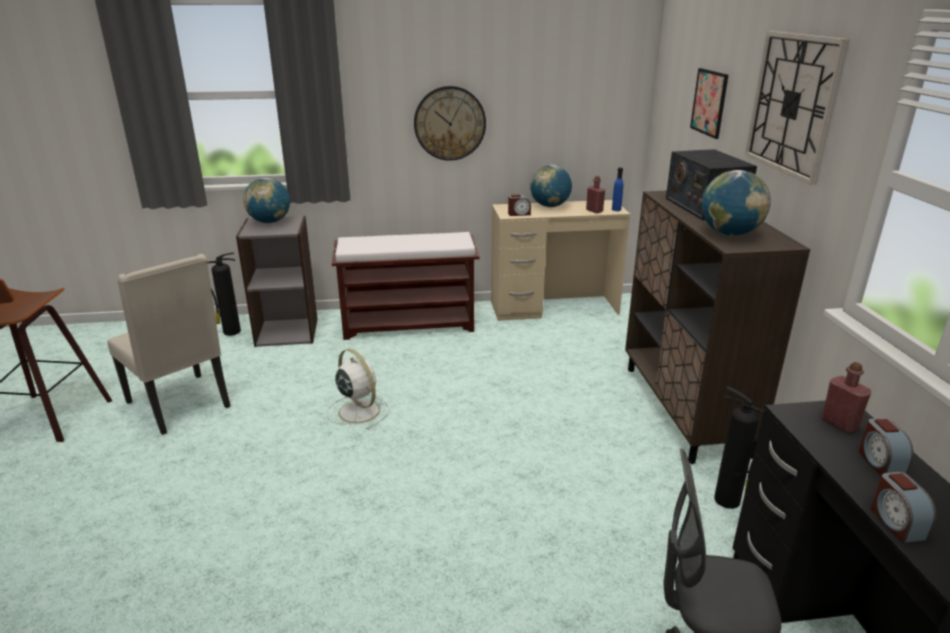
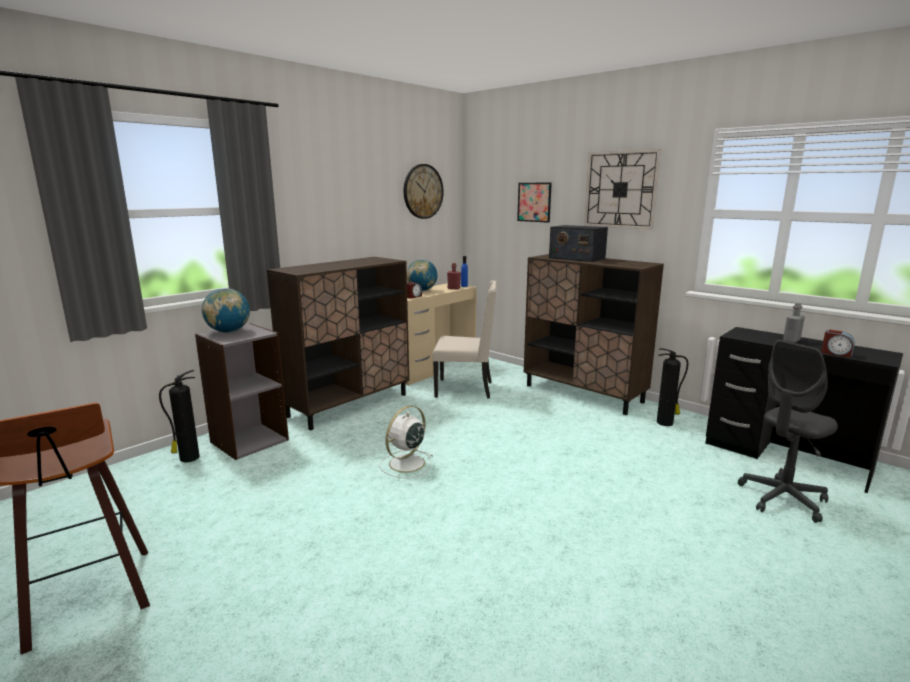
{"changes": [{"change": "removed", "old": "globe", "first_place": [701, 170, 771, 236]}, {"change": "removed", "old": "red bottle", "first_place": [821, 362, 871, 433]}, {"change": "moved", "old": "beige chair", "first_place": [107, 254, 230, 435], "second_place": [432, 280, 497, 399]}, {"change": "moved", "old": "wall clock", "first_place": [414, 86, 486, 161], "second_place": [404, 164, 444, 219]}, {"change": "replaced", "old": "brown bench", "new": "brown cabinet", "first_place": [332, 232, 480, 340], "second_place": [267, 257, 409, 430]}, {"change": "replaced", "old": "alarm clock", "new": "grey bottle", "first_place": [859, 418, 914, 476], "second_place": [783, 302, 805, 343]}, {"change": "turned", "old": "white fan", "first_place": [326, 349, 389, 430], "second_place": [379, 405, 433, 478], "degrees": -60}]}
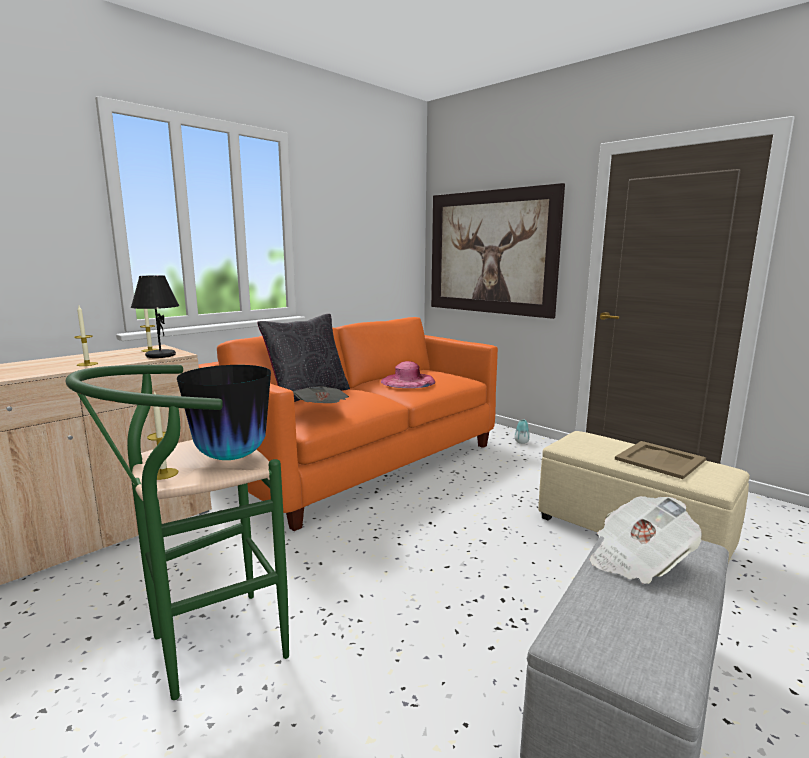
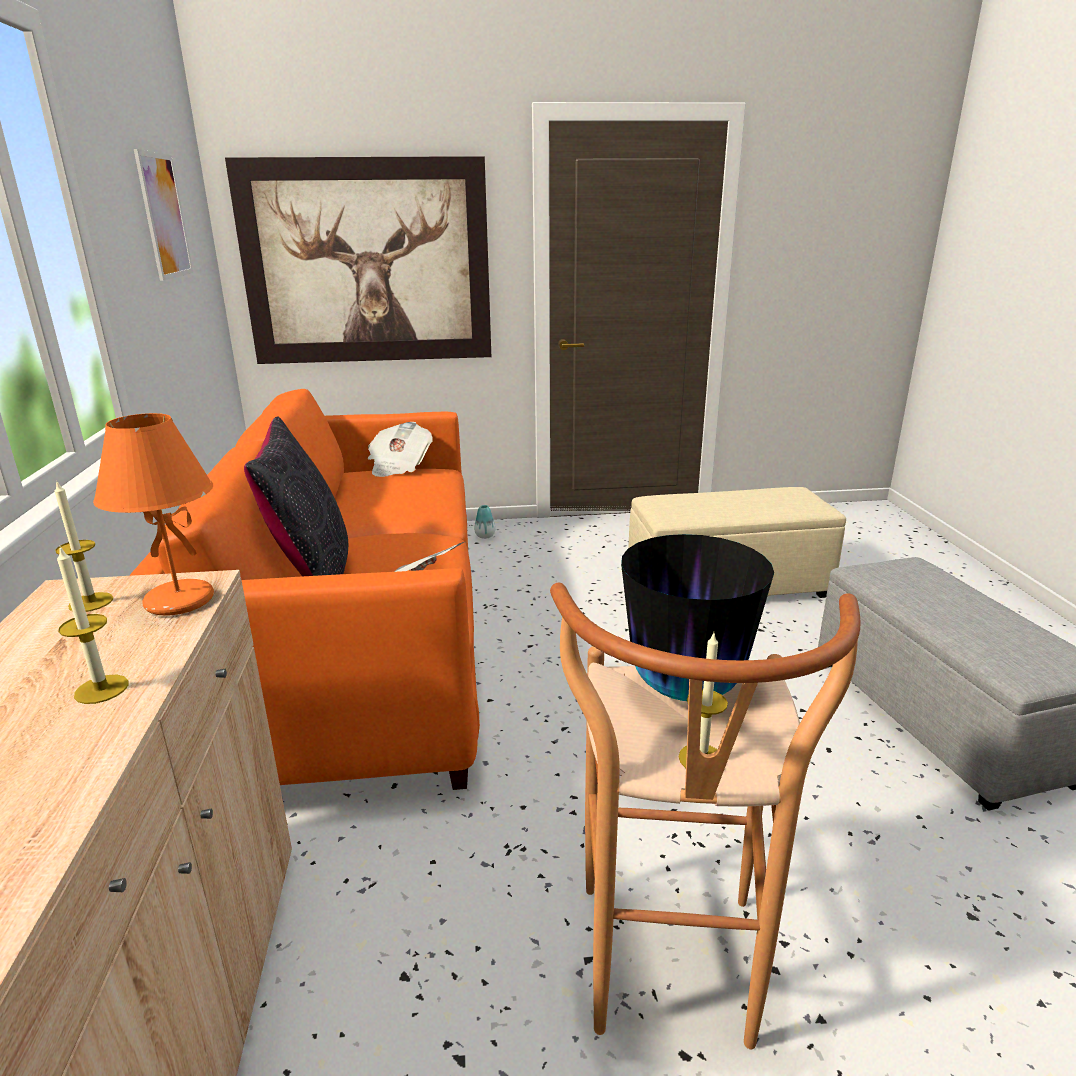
{"changes": [{"change": "removed", "old": "pink hat", "first_place": [381, 361, 435, 388]}, {"change": "removed", "old": "beige tray", "first_place": [615, 441, 706, 479]}, {"change": "added", "new": "picture", "second_place": [134, 149, 193, 281]}, {"change": "moved", "old": "newspaper", "first_place": [590, 496, 702, 584], "second_place": [368, 422, 433, 477]}, {"change": "recoloured", "old": "green stool", "new": "brown stool", "first_place": [65, 365, 289, 700], "second_place": [550, 583, 861, 1049]}, {"change": "recoloured", "old": "black table lamp", "new": "orange table lamp", "first_place": [131, 275, 180, 358], "second_place": [93, 413, 214, 615]}]}
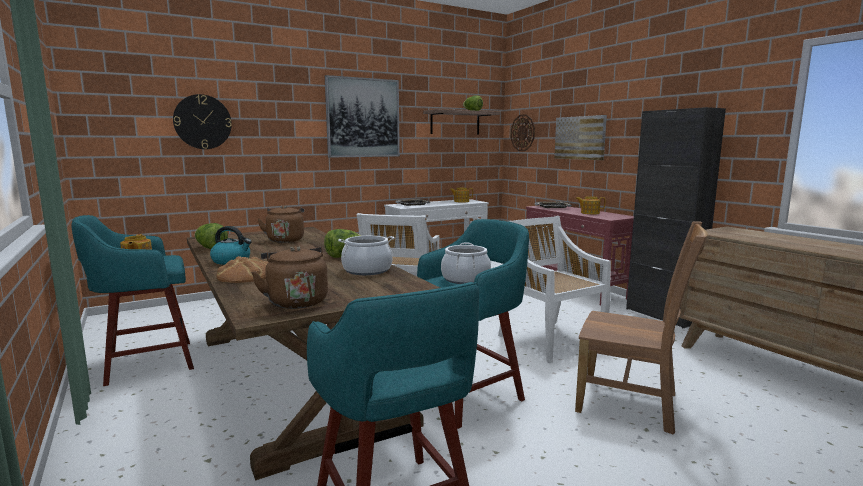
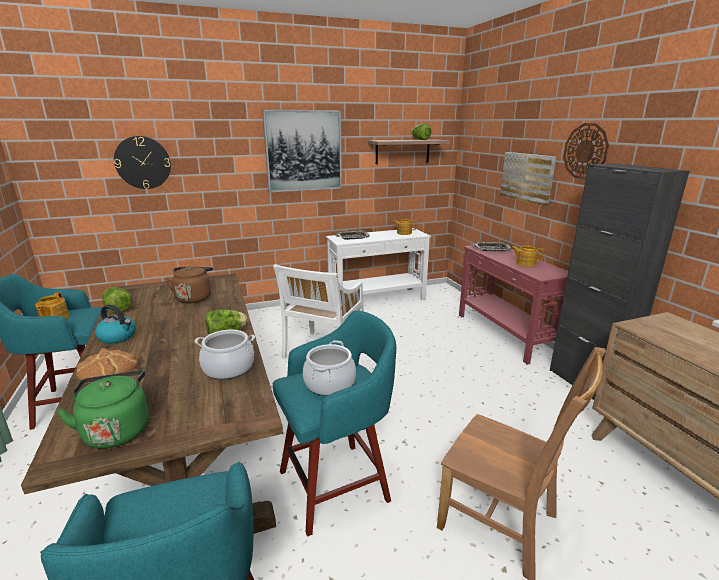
{"changes": [{"change": "removed", "old": "white chair", "first_place": [498, 216, 611, 363]}, {"change": "moved", "old": "wall clock", "first_place": [511, 114, 535, 151], "second_place": [563, 123, 609, 179]}, {"change": "recoloured", "old": "brown kettle", "new": "green kettle", "first_place": [251, 246, 328, 309], "second_place": [56, 370, 149, 449]}]}
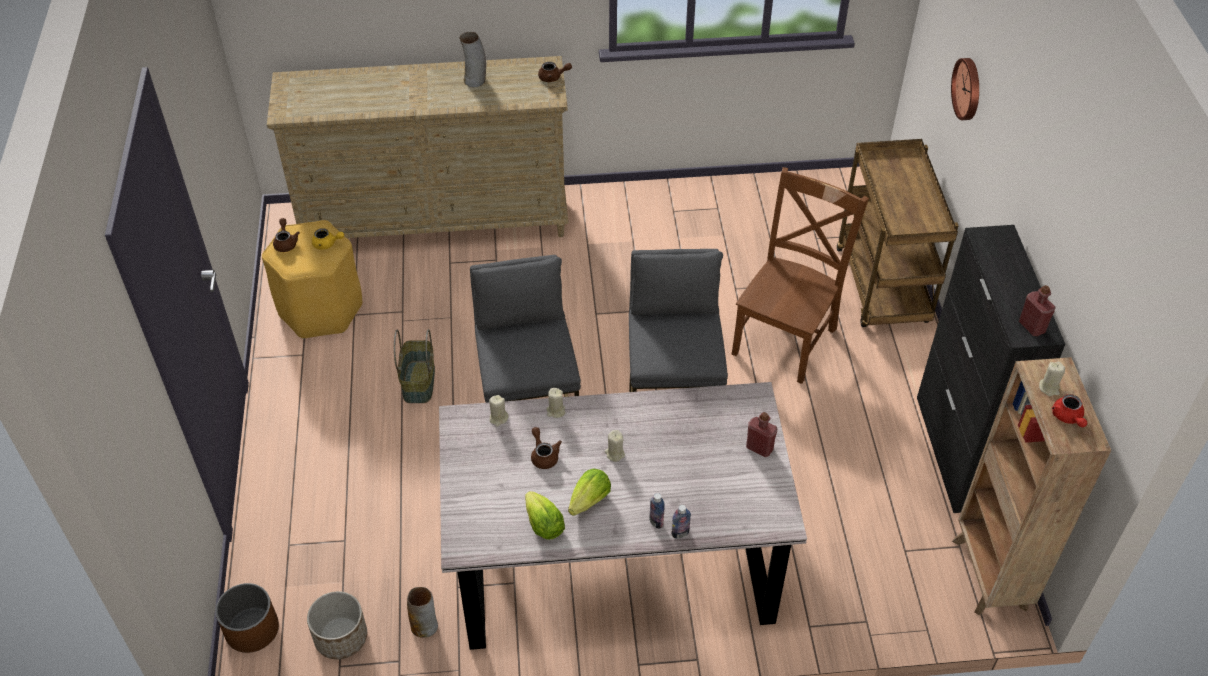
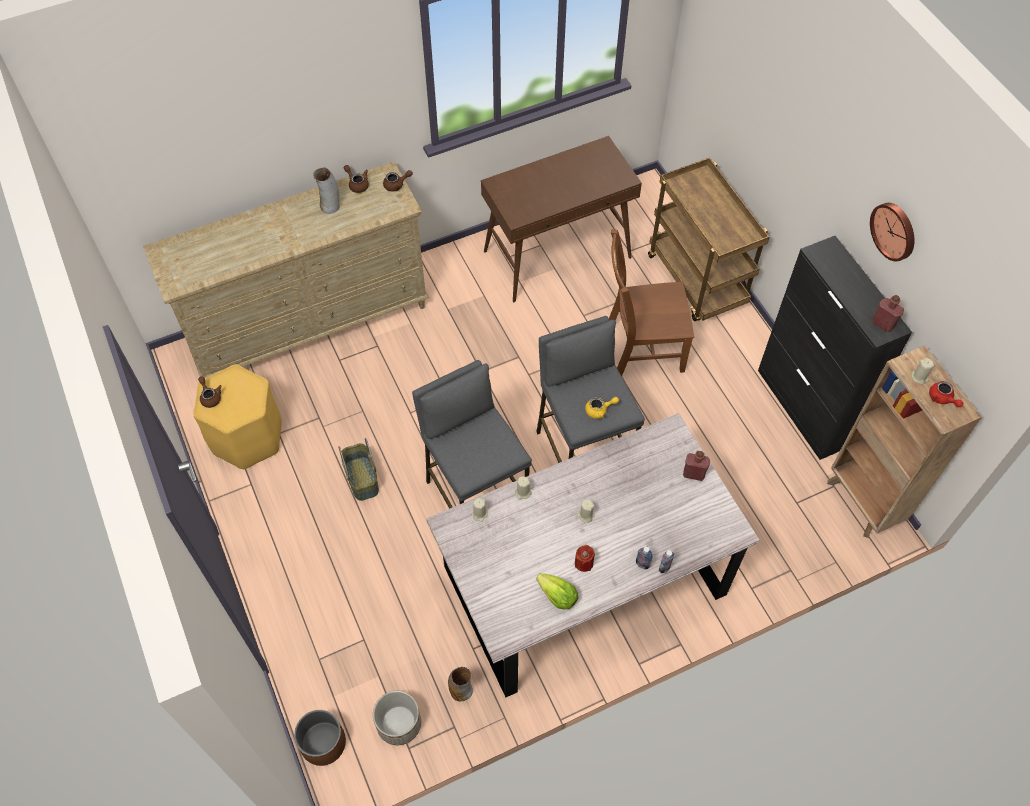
{"changes": [{"change": "added", "new": "brown console table", "second_place": [481, 136, 642, 302]}, {"change": "moved", "old": "yellow teapot", "first_place": [312, 228, 344, 250], "second_place": [585, 397, 619, 419]}, {"change": "moved", "old": "brown teapot", "first_place": [531, 427, 562, 469], "second_place": [344, 165, 369, 193]}, {"change": "moved", "old": "wall clock", "first_place": [951, 58, 979, 120], "second_place": [870, 203, 914, 262]}, {"change": "replaced", "old": "lettuce", "new": "red candle", "first_place": [568, 469, 611, 516], "second_place": [575, 545, 595, 572]}, {"change": "turned", "old": "brown chair", "first_place": [732, 167, 869, 384], "second_place": [609, 229, 694, 376], "degrees": -105}]}
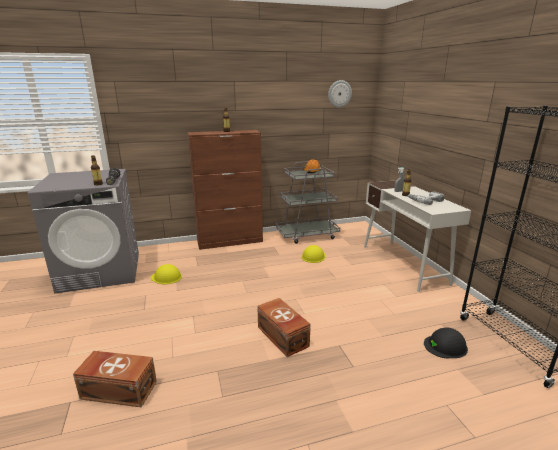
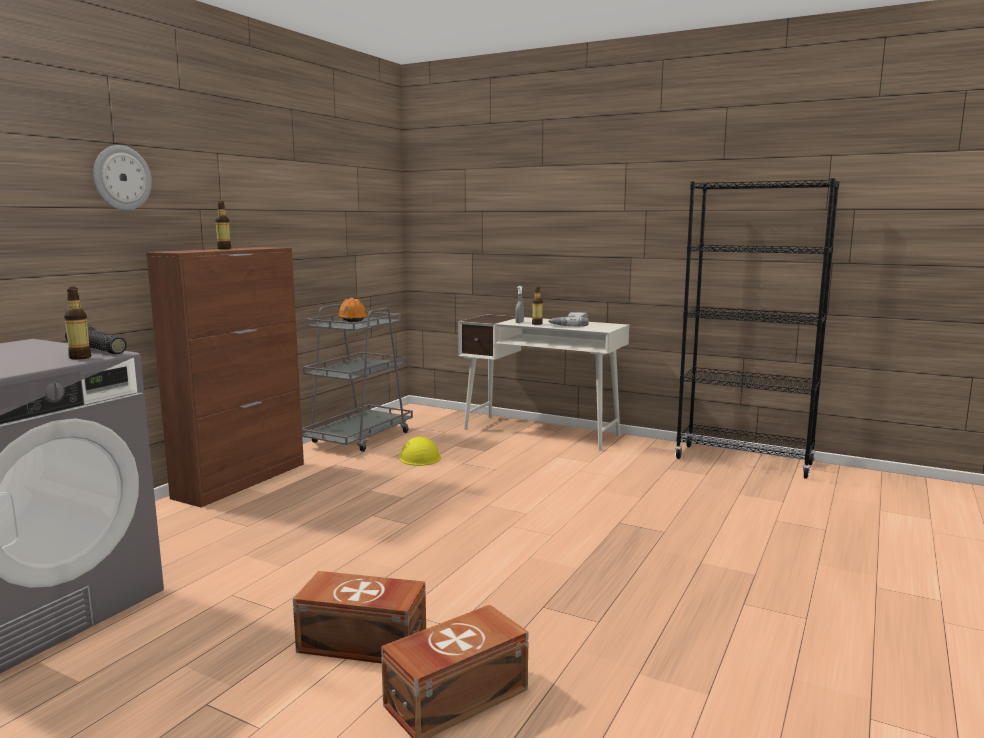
{"changes": [{"change": "removed", "old": "yellow hard hat", "first_place": [151, 264, 182, 284]}, {"change": "removed", "old": "black hard hat", "first_place": [424, 327, 468, 358]}, {"change": "moved", "old": "brown storage box", "first_place": [257, 298, 311, 357], "second_place": [293, 571, 426, 663]}, {"change": "moved", "old": "wall clock", "first_place": [328, 80, 352, 107], "second_place": [93, 145, 152, 211]}]}
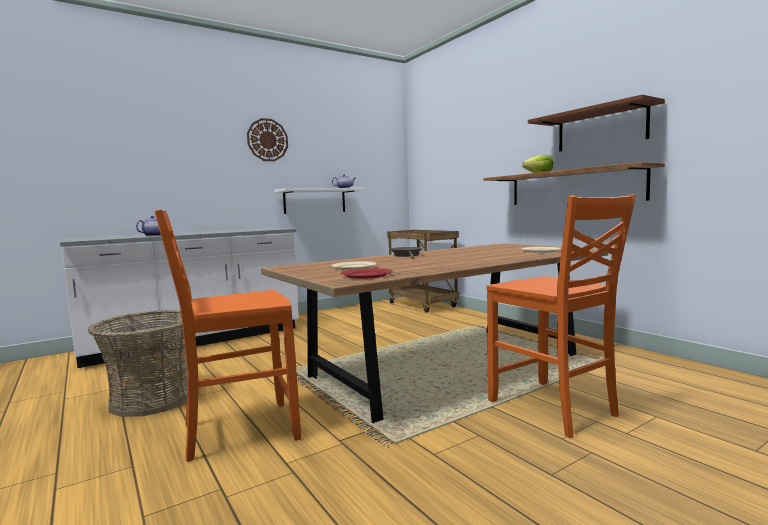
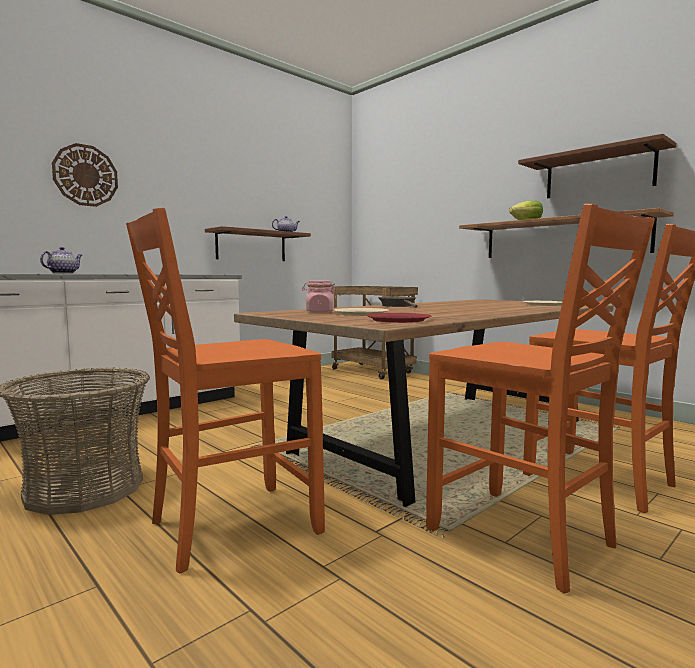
{"changes": [{"change": "added", "new": "pink jar", "second_place": [302, 281, 337, 313]}, {"change": "added", "new": "orange chair", "second_place": [426, 203, 655, 593]}, {"change": "moved", "old": "wall clock", "first_place": [247, 118, 288, 161], "second_place": [52, 143, 118, 207]}, {"change": "recoloured", "old": "white shelf", "new": "brown shelf", "first_place": [274, 188, 364, 214], "second_place": [205, 226, 311, 261]}]}
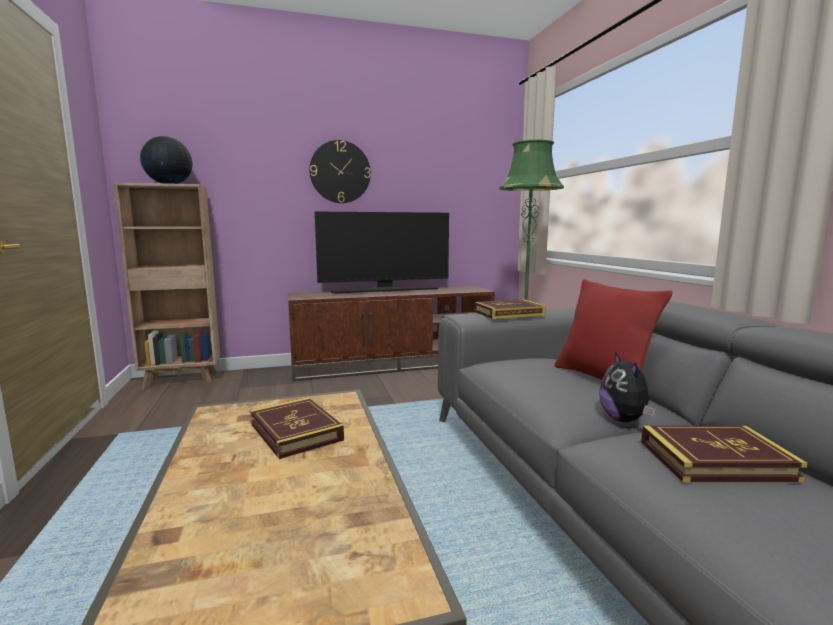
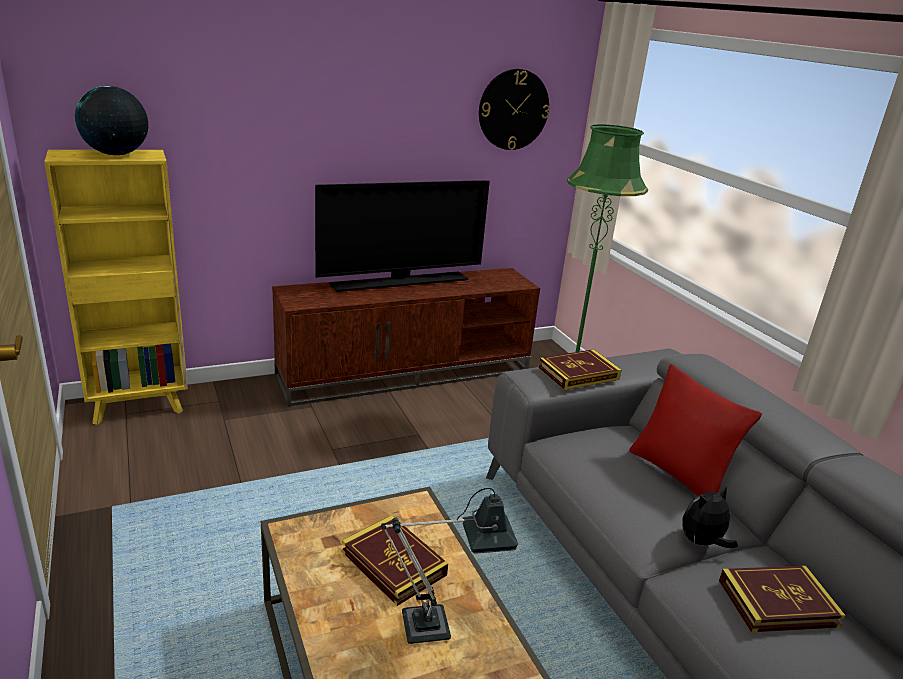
{"changes": [{"change": "added", "new": "table lamp", "second_place": [381, 488, 518, 644]}, {"change": "moved", "old": "wall clock", "first_place": [309, 140, 371, 203], "second_place": [479, 69, 550, 150]}, {"change": "recoloured", "old": "brown bookcase", "new": "yellow bookcase", "first_place": [113, 182, 220, 390], "second_place": [44, 150, 188, 425]}, {"change": "turned", "old": "plush toy", "first_place": [599, 352, 656, 422], "second_place": [682, 486, 738, 548], "degrees": 75}]}
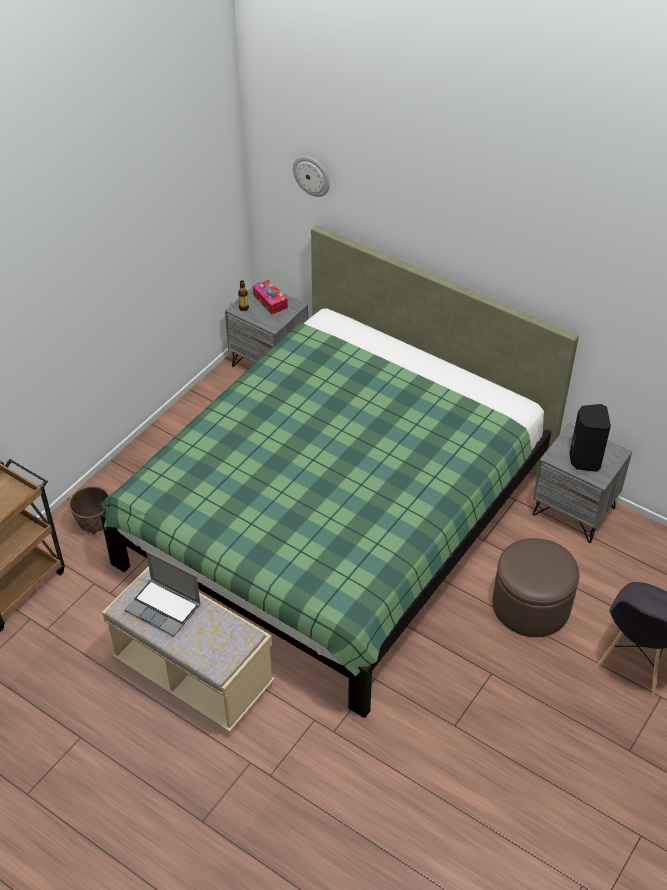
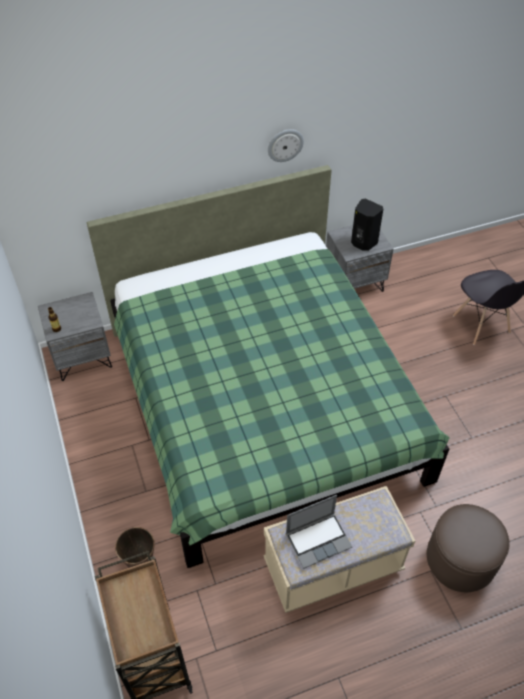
{"changes": [{"change": "removed", "old": "tissue box", "first_place": [253, 280, 288, 315]}, {"change": "moved", "old": "wall clock", "first_place": [293, 156, 330, 197], "second_place": [268, 129, 304, 162]}, {"change": "moved", "old": "brown ottoman", "first_place": [493, 538, 579, 637], "second_place": [427, 504, 510, 592]}]}
